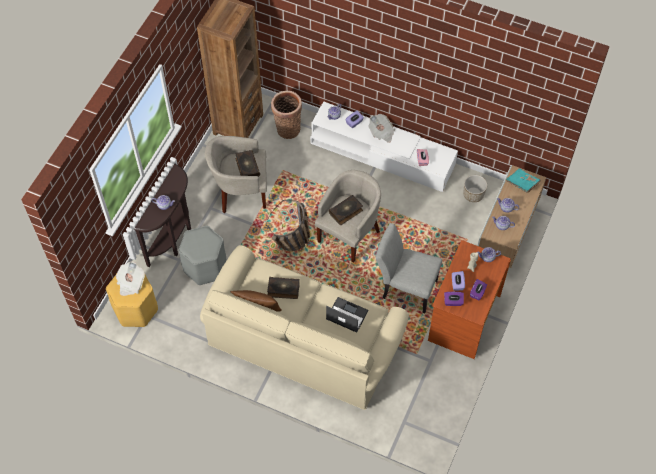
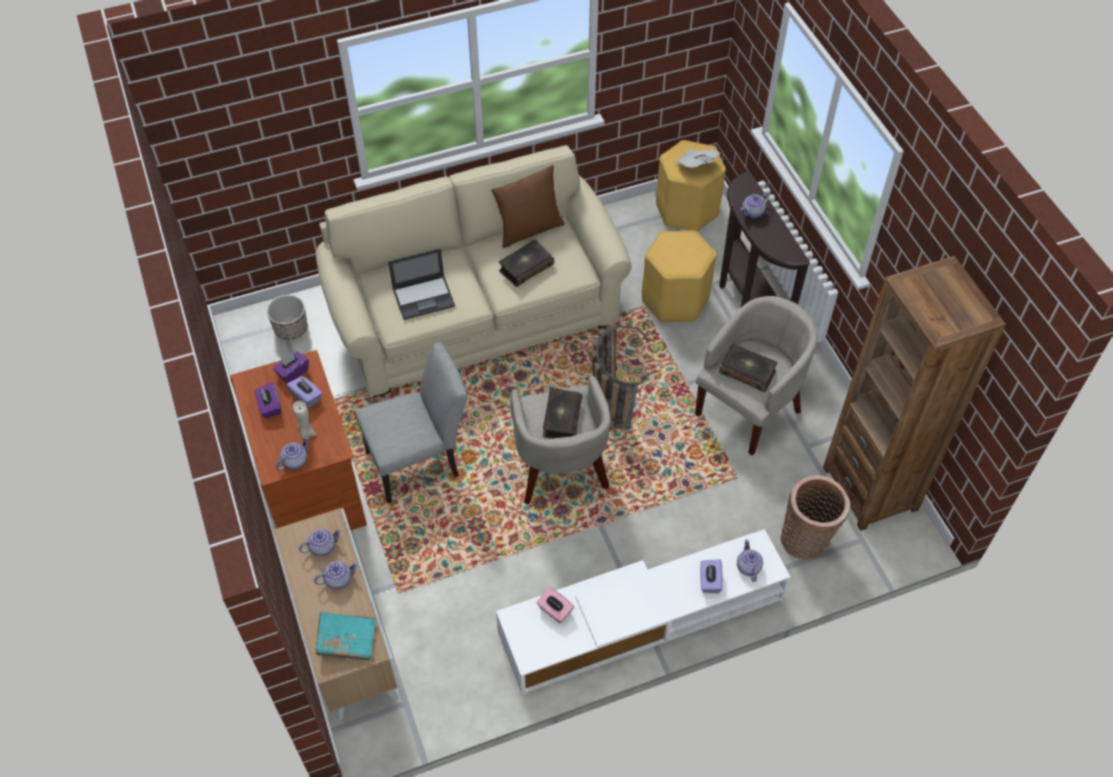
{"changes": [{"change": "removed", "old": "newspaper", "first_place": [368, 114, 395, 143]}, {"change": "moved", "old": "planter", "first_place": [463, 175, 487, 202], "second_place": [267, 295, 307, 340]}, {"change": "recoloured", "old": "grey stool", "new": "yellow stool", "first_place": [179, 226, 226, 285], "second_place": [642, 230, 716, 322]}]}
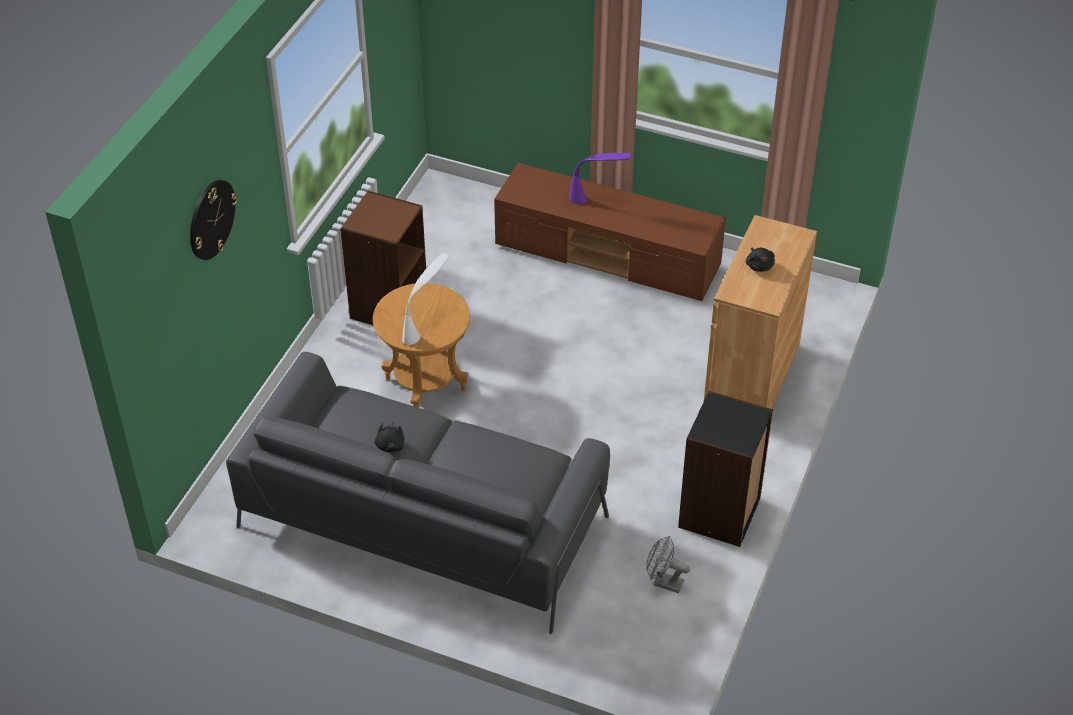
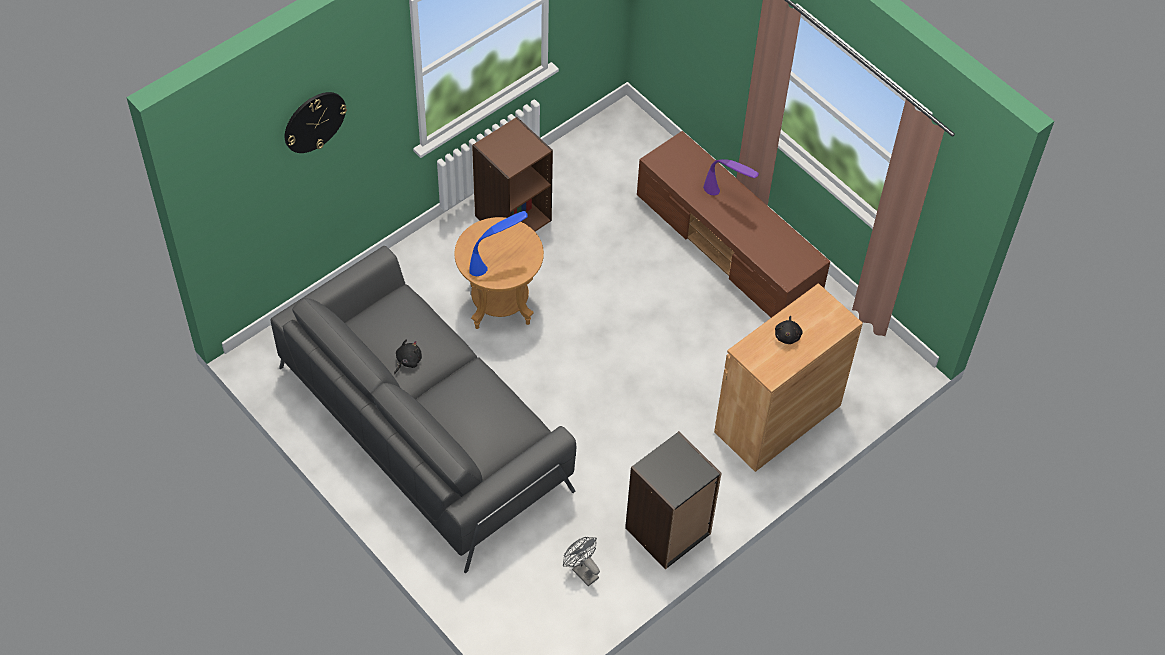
{"changes": [{"change": "recoloured", "old": "white table lamp", "new": "blue table lamp", "first_place": [402, 253, 449, 345], "second_place": [469, 211, 528, 276]}]}
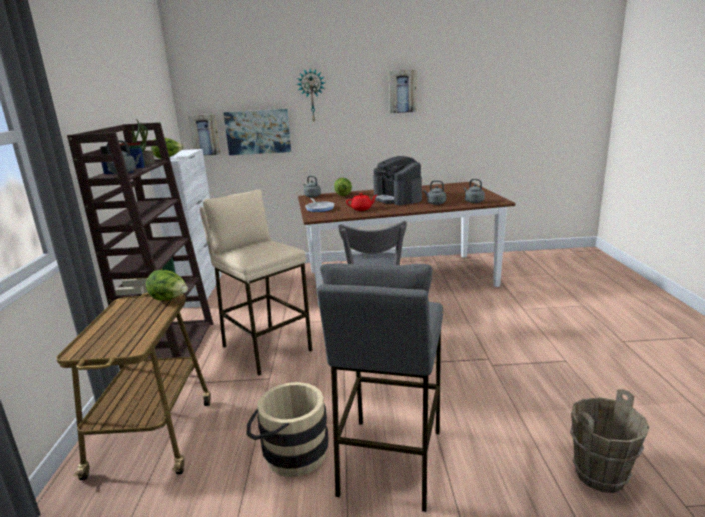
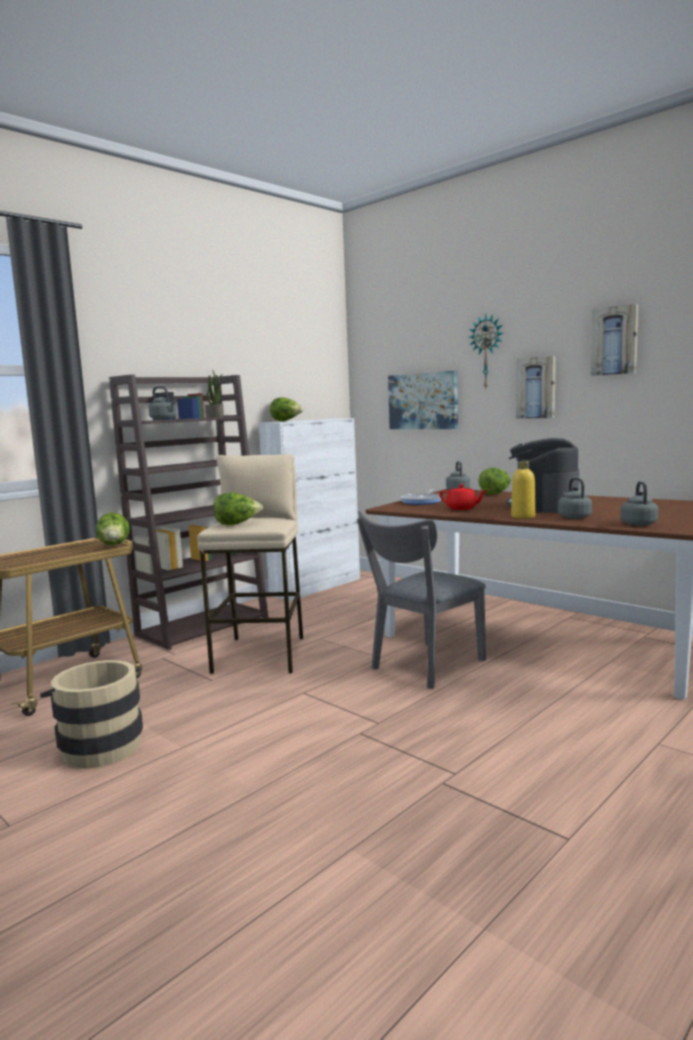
{"changes": [{"change": "removed", "old": "grey stool", "first_place": [317, 263, 443, 512]}, {"change": "removed", "old": "brown bucket", "first_place": [570, 389, 649, 493]}, {"change": "added", "new": "lettuce", "second_place": [213, 493, 263, 525]}, {"change": "added", "new": "yellow bottle", "second_place": [511, 461, 536, 519]}, {"change": "moved", "old": "picture", "first_place": [188, 114, 221, 156], "second_place": [516, 356, 556, 419]}]}
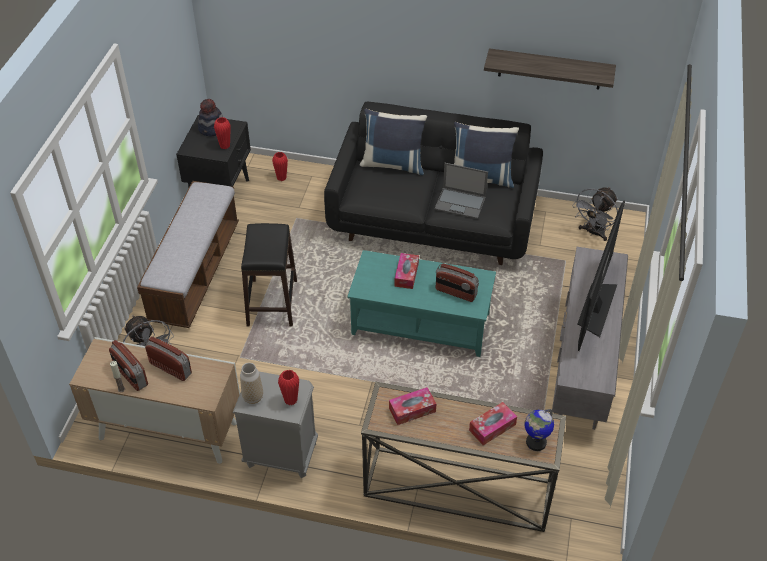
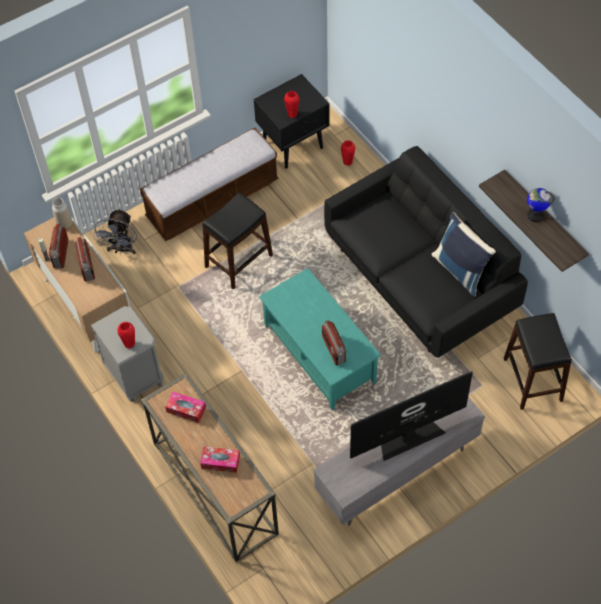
{"changes": [{"change": "removed", "old": "hat", "first_place": [198, 99, 223, 137]}, {"change": "removed", "old": "blue pillow", "first_place": [359, 109, 427, 175]}, {"change": "removed", "old": "tissue box", "first_place": [394, 253, 419, 289]}, {"change": "removed", "old": "laptop", "first_place": [435, 163, 488, 219]}, {"change": "moved", "old": "vase", "first_place": [240, 363, 263, 404], "second_place": [52, 198, 72, 229]}, {"change": "moved", "old": "globe", "first_place": [524, 409, 554, 451], "second_place": [527, 188, 555, 222]}, {"change": "replaced", "old": "grey fan", "new": "black stool", "first_place": [572, 187, 618, 241], "second_place": [504, 313, 572, 410]}]}
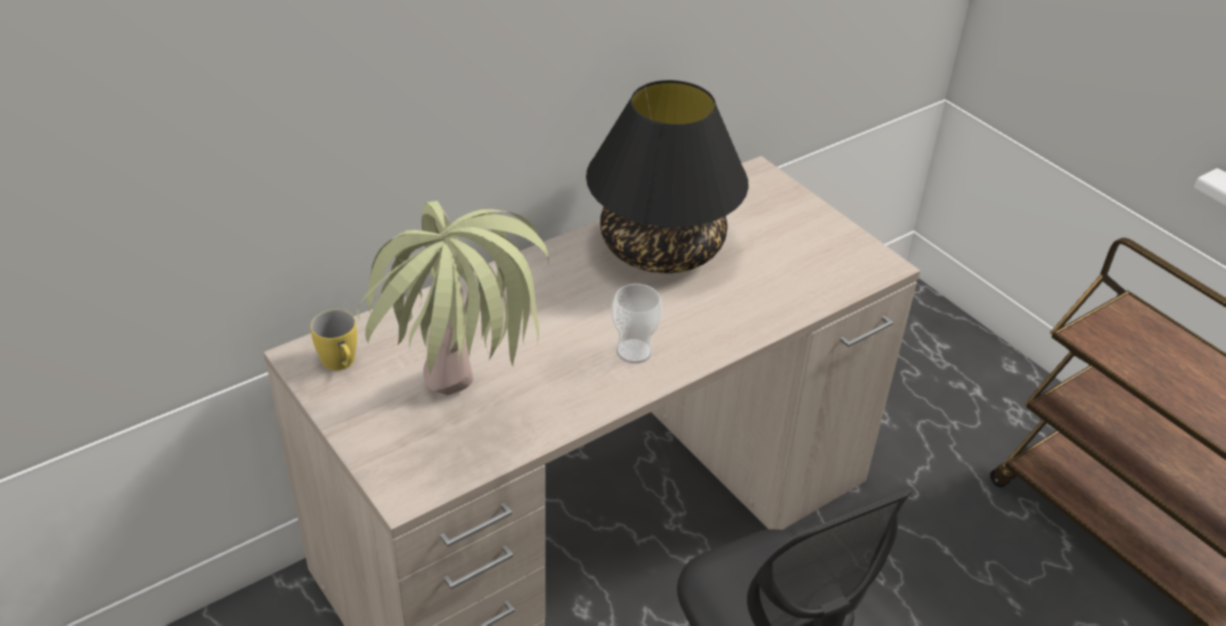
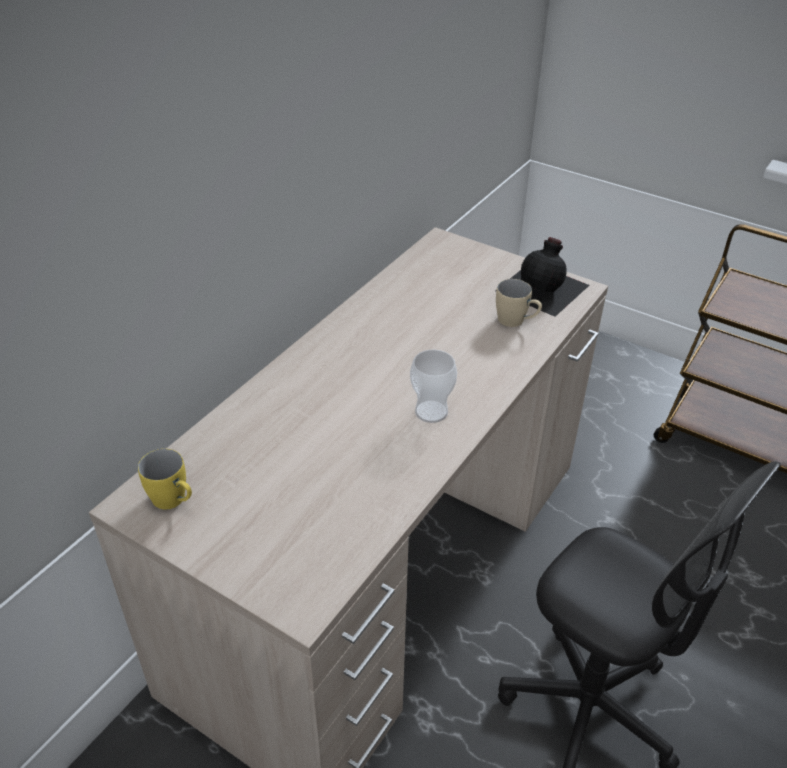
{"changes": [{"change": "removed", "old": "potted plant", "first_place": [357, 201, 549, 395]}, {"change": "removed", "old": "black table lamp", "first_place": [586, 80, 749, 273]}, {"change": "added", "new": "black bottle", "second_place": [495, 237, 589, 317]}, {"change": "added", "new": "beige mug", "second_place": [496, 279, 542, 327]}]}
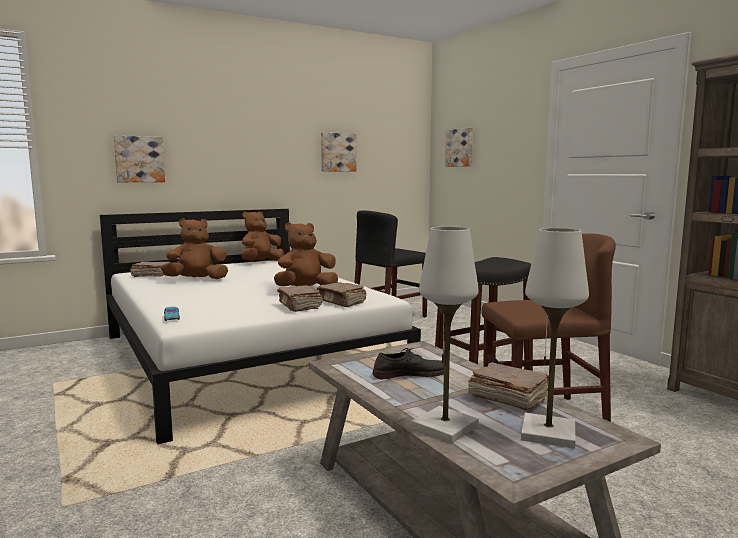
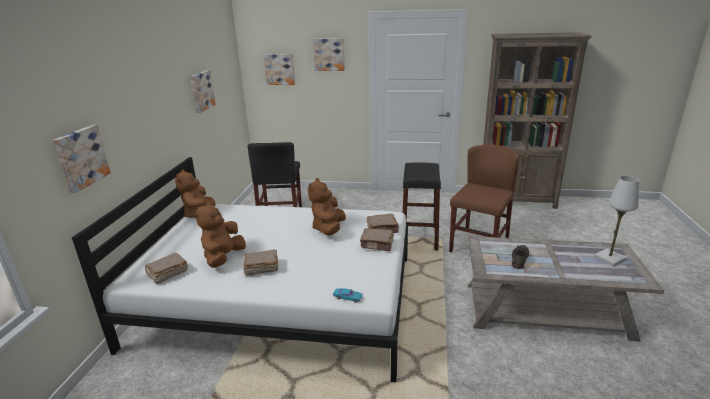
{"changes": [{"change": "removed", "old": "white table lamp", "first_place": [412, 227, 479, 443]}, {"change": "added", "new": "picture", "second_place": [313, 38, 345, 71]}, {"change": "moved", "old": "brown book", "first_place": [468, 362, 549, 410], "second_place": [243, 249, 278, 276]}]}
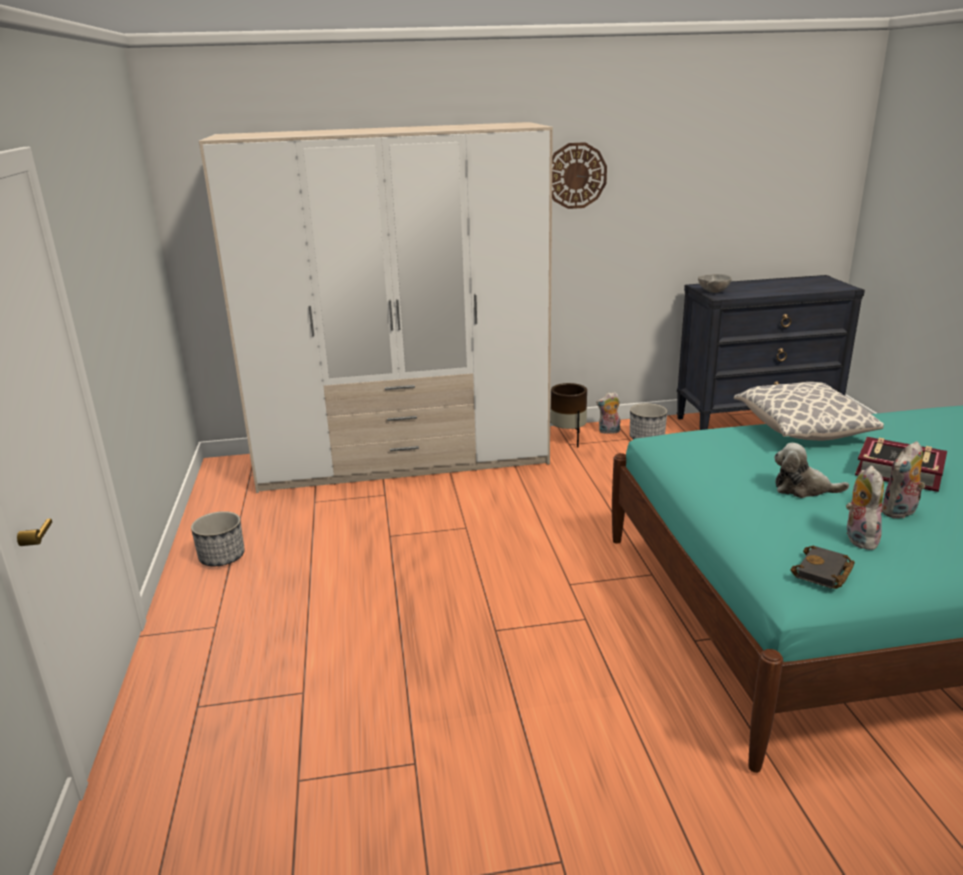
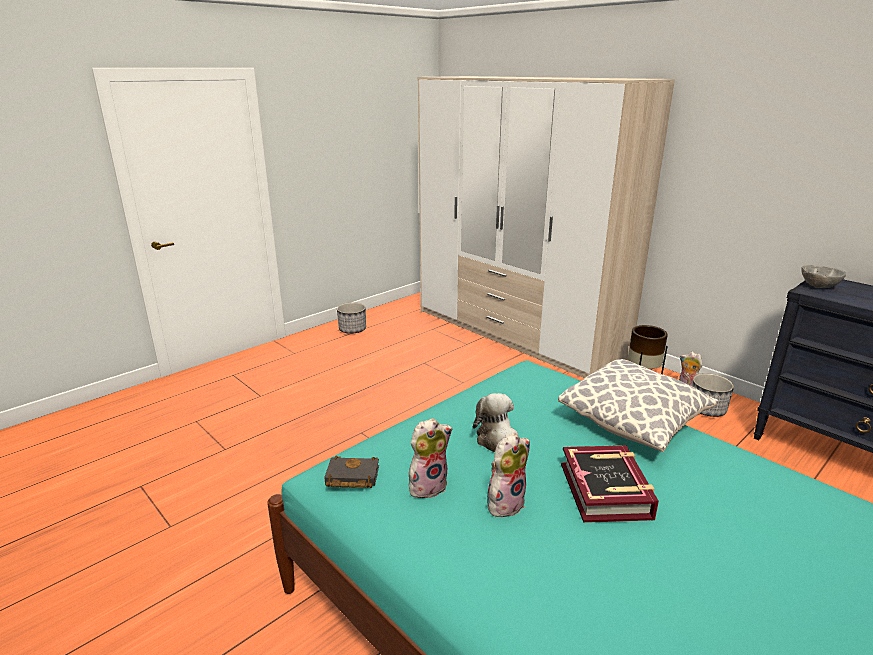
{"changes": [{"change": "removed", "old": "wall clock", "first_place": [552, 142, 607, 209]}, {"change": "turned", "old": "plush toy", "first_place": [882, 441, 925, 519], "second_place": [487, 433, 530, 518], "degrees": 120}]}
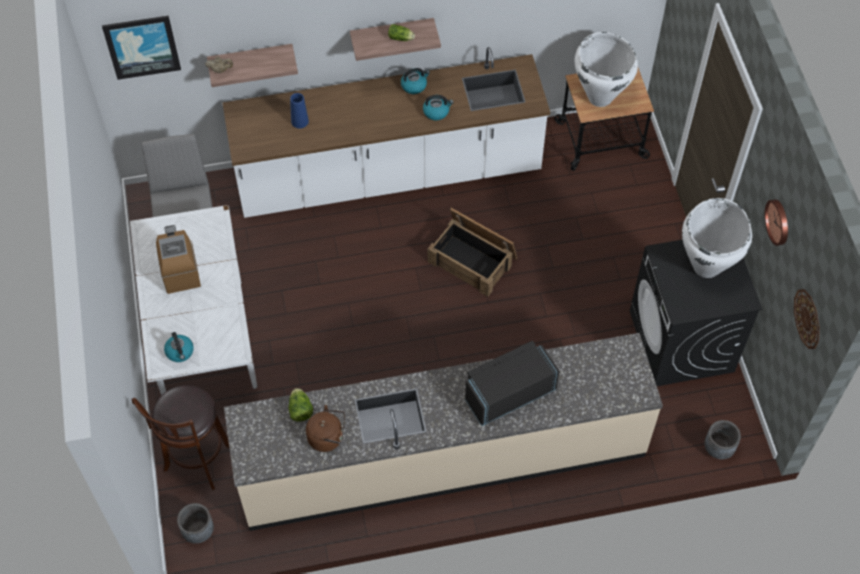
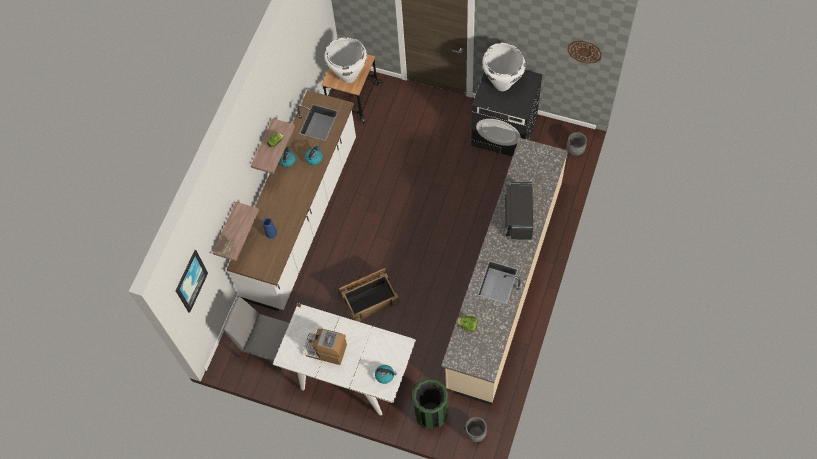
{"changes": [{"change": "removed", "old": "brown kettle", "first_place": [306, 405, 345, 452]}, {"change": "removed", "old": "wall clock", "first_place": [765, 199, 788, 246]}, {"change": "moved", "old": "crate", "first_place": [428, 208, 517, 297], "second_place": [339, 268, 399, 322]}, {"change": "replaced", "old": "brown stool", "new": "green trash can", "first_place": [132, 385, 229, 490], "second_place": [412, 379, 448, 430]}]}
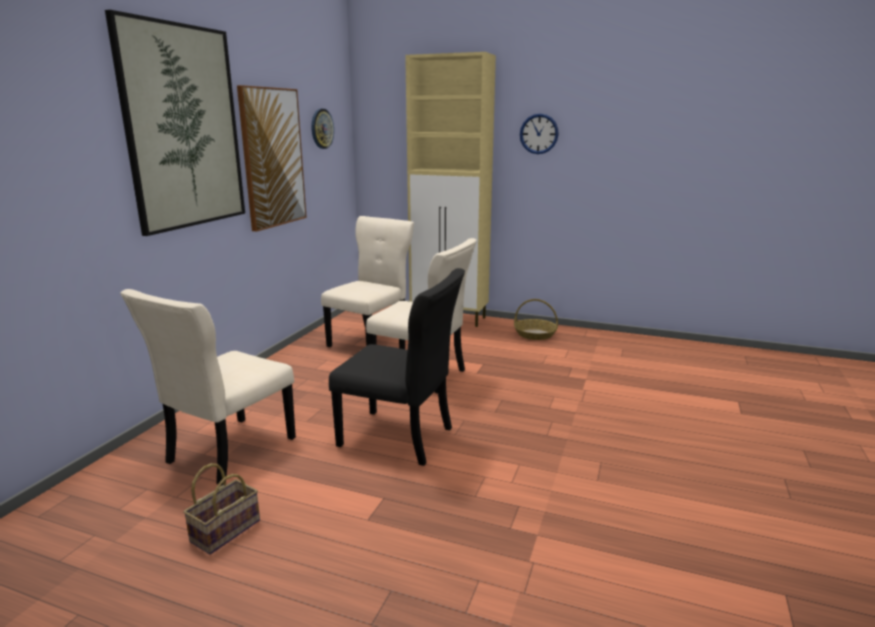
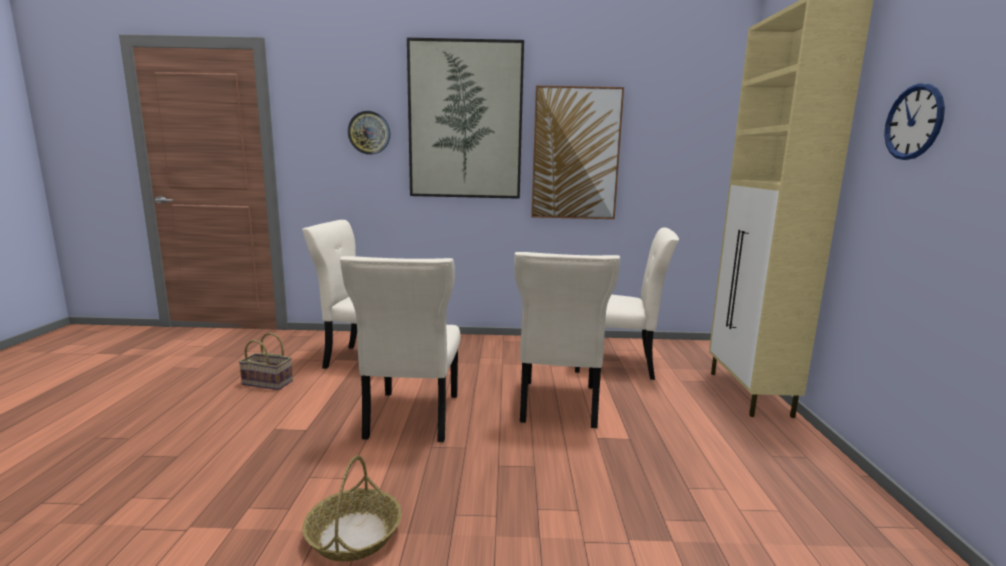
{"changes": [{"change": "moved", "old": "wall clock", "first_place": [312, 109, 334, 149], "second_place": [348, 111, 390, 155]}, {"change": "moved", "old": "basket", "first_place": [514, 299, 558, 340], "second_place": [302, 455, 402, 562]}, {"change": "recoloured", "old": "black chair", "new": "beige chair", "first_place": [329, 268, 465, 466], "second_place": [340, 256, 461, 442]}]}
